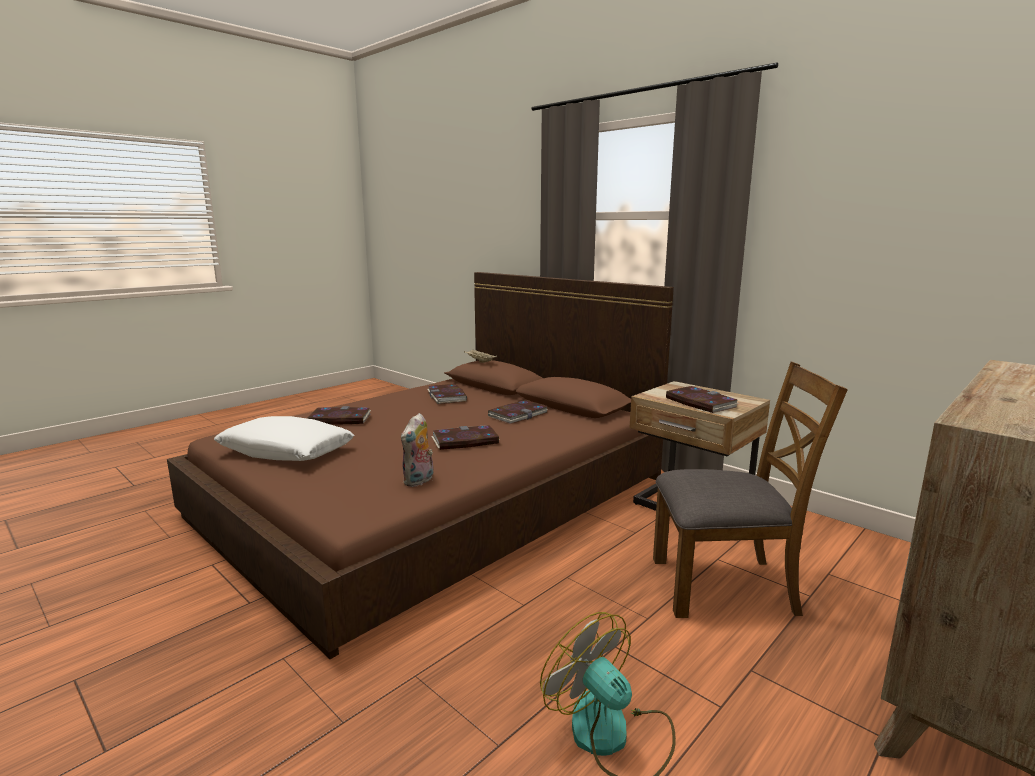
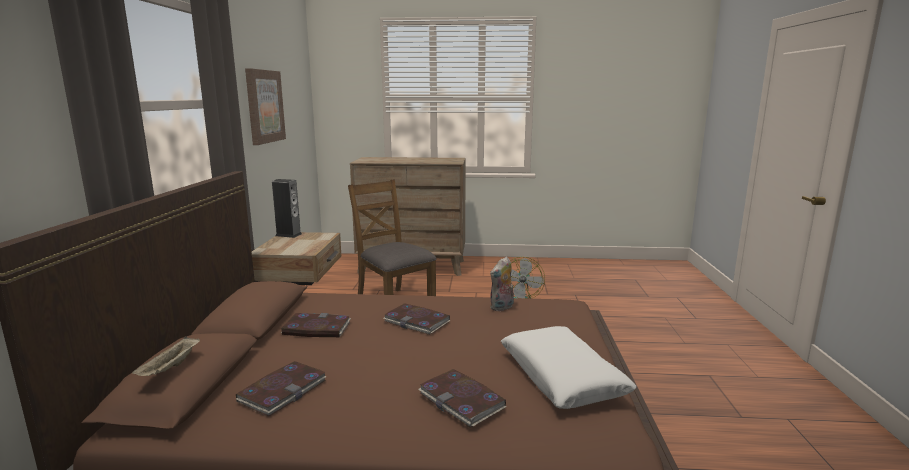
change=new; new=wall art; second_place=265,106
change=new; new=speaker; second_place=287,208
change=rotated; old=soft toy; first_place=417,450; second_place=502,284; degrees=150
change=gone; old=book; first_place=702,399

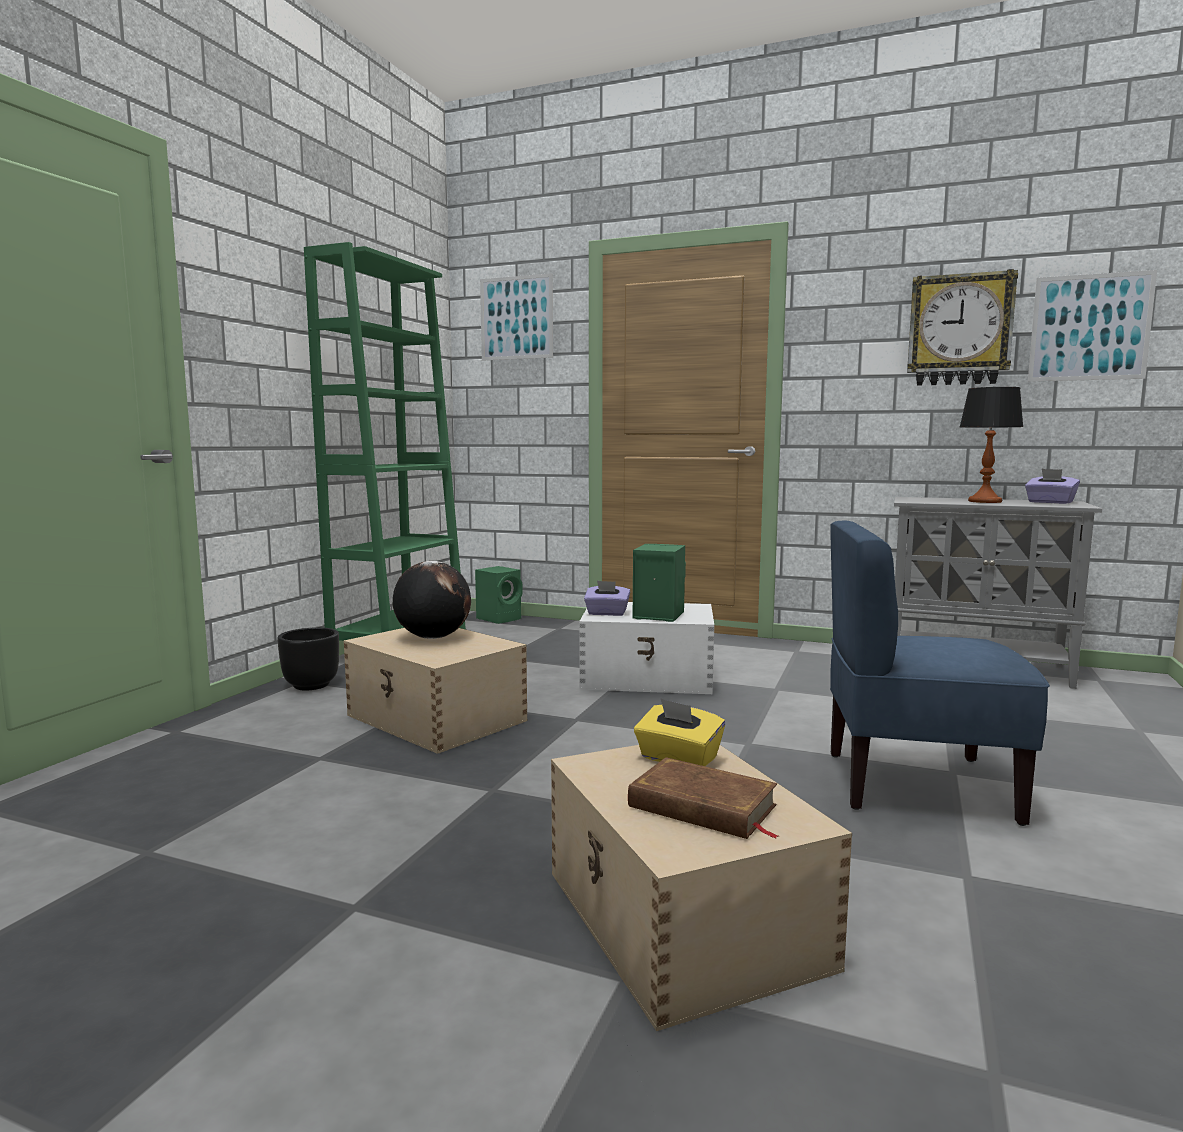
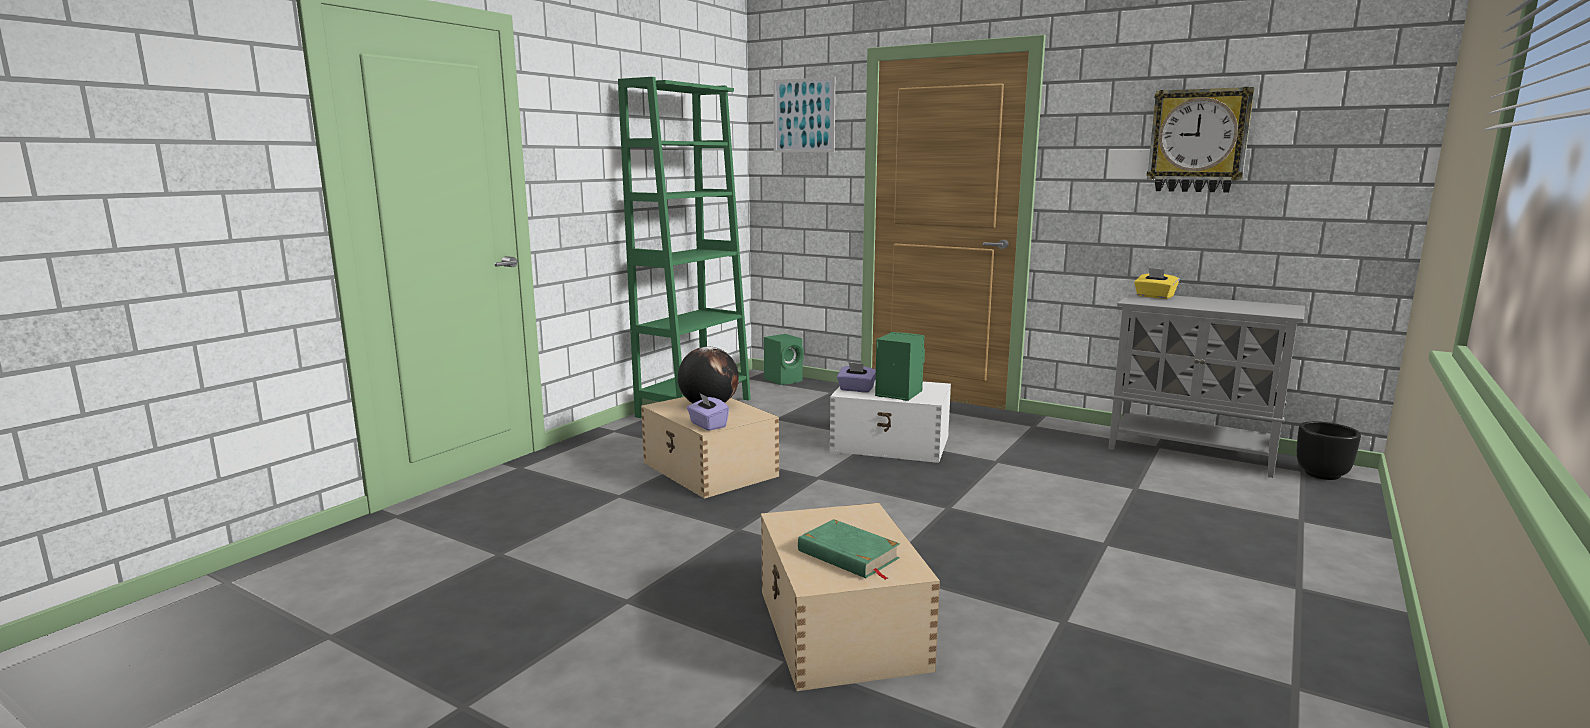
change=shifted; old=purplish tissue holder; first_place=1052,486; second_place=708,412
change=repainted; old=brown book; new=green book; first_place=703,798; second_place=849,549
change=shifted; old=yellow tissue holder; first_place=679,732; second_place=1156,283
change=shifted; old=black-coloured planter; first_place=308,658; second_place=1329,450
change=gone; old=bluish upright chair; first_place=940,673
change=gone; old=tabletop lamp; first_place=992,445
change=gone; old=wall art; first_place=1092,326

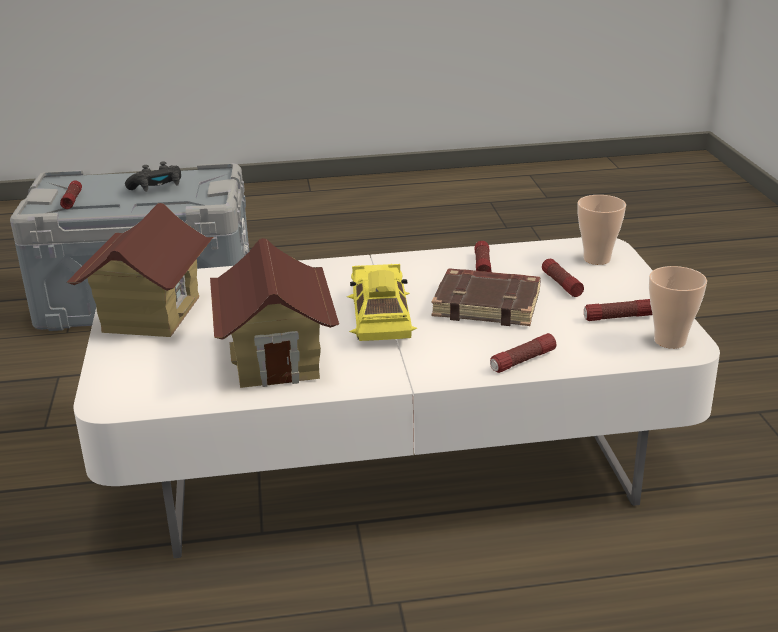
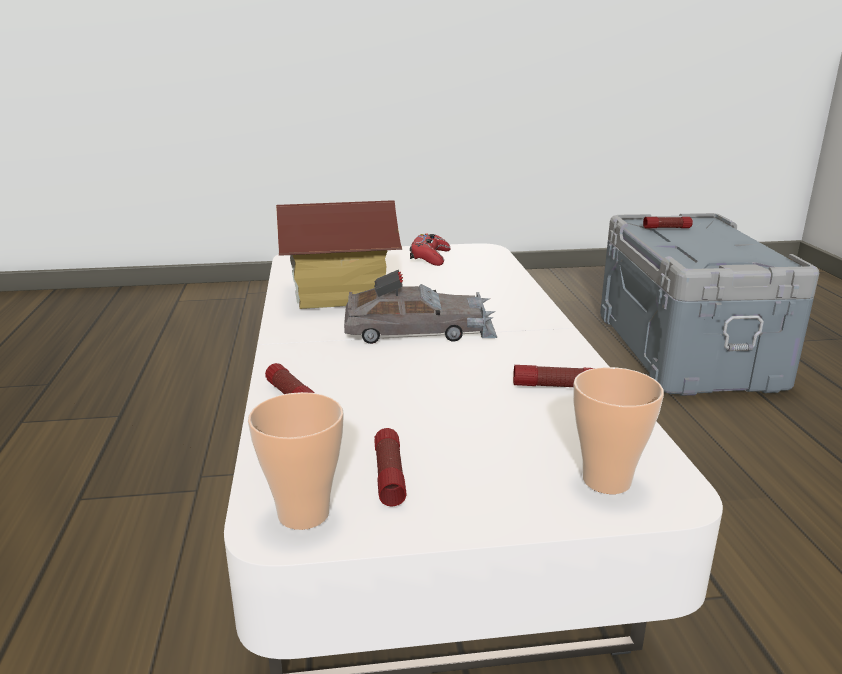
change=repainted; old=yellow miniature car; new=gray miniature car; first_place=382,302; second_place=420,307
change=swapped; old=model house; new=red gamepad; first_place=140,270; second_place=430,249
change=gone; old=black-coloured gamepad; first_place=153,176
change=gone; old=brown book; first_place=486,297
change=gone; old=flashlight; first_place=563,277

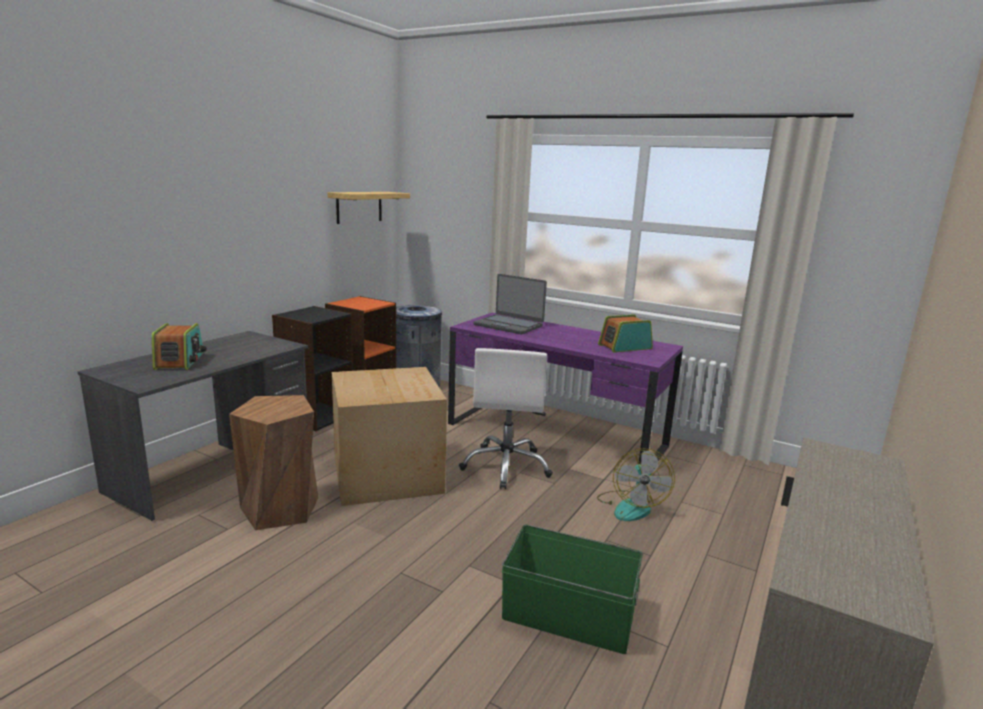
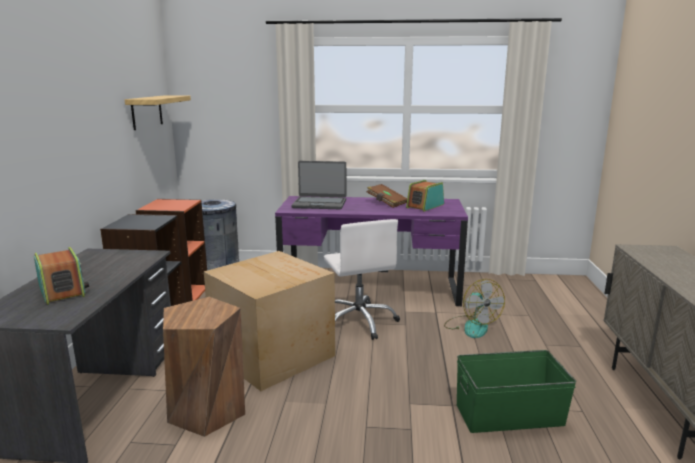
change=new; new=brown book; second_place=387,196

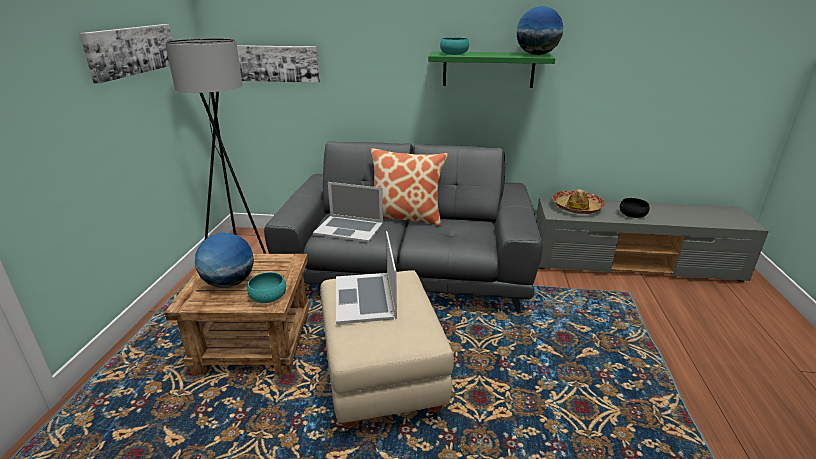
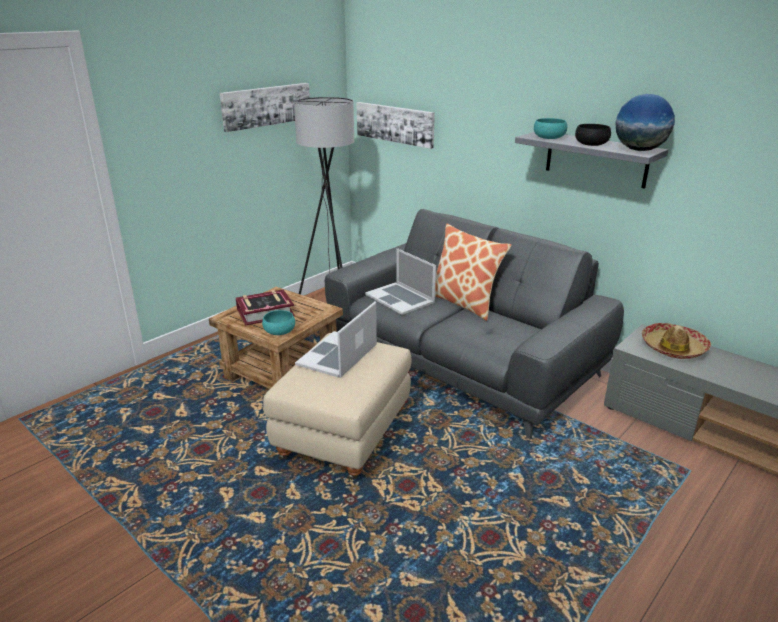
change=swapped; old=globe; new=book; first_place=224,260; second_place=265,307
change=repainted; old=green shelf; new=gray shelf; first_place=491,69; second_place=591,160
change=shifted; old=black-coloured serving bowl; first_place=635,208; second_place=593,135

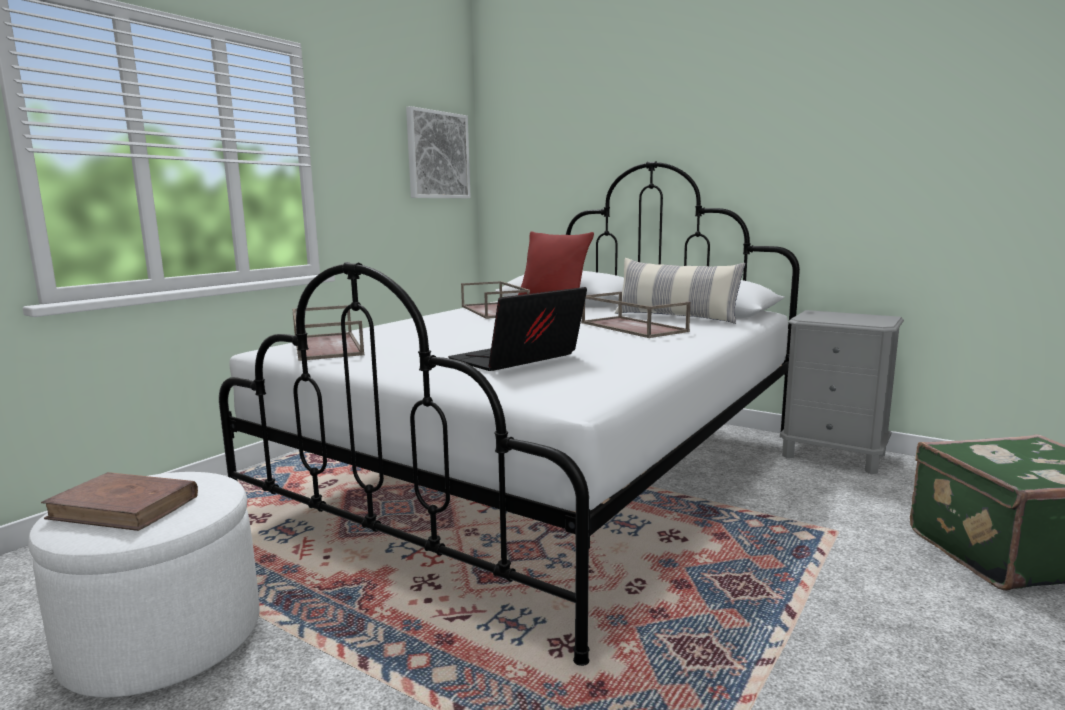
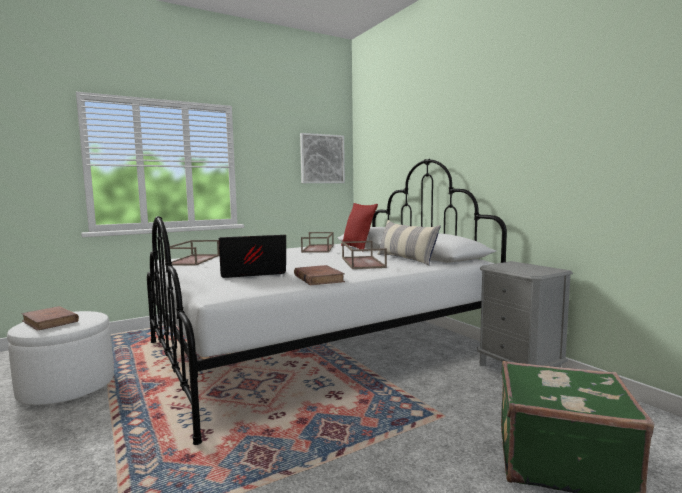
change=new; new=brown book; second_place=319,275

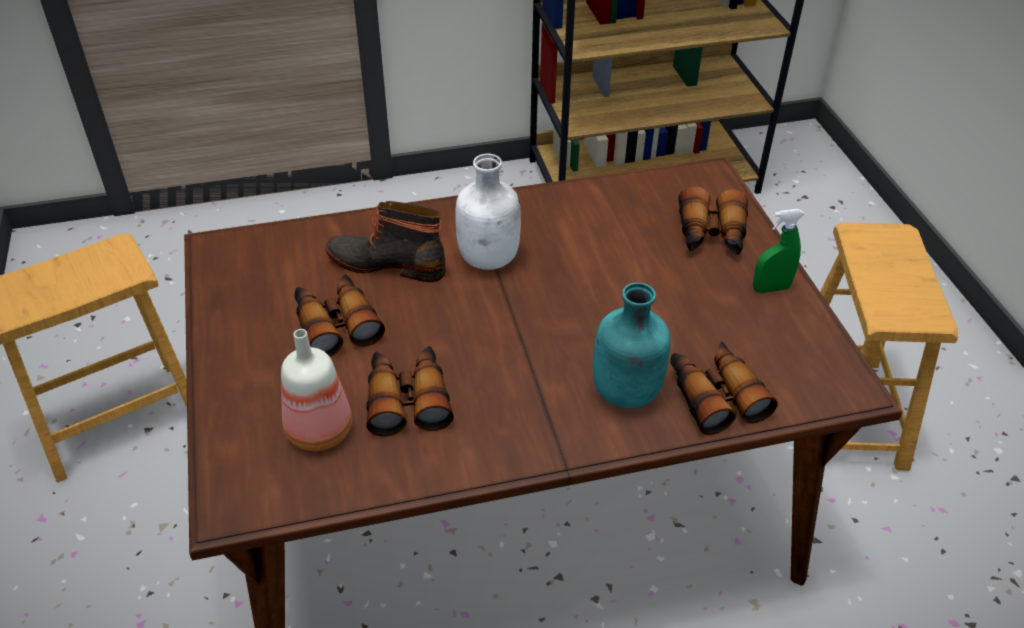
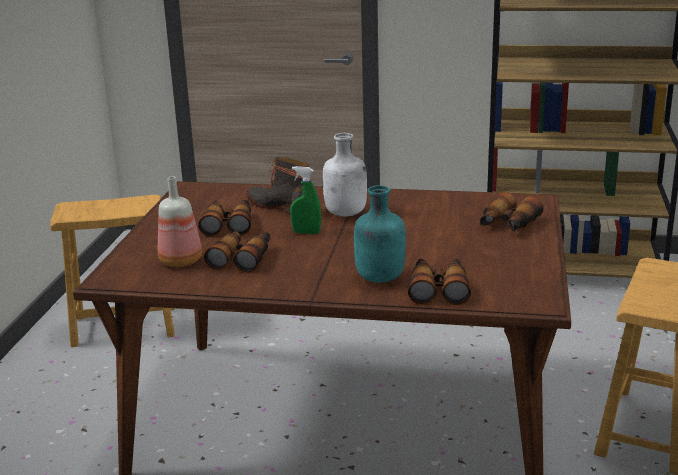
change=shifted; old=green hand sprayer; first_place=778,251; second_place=305,200

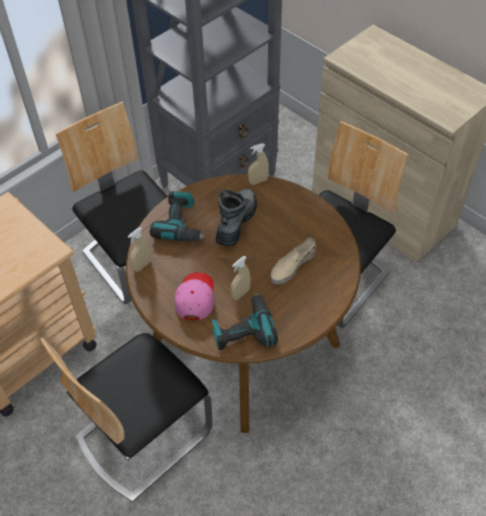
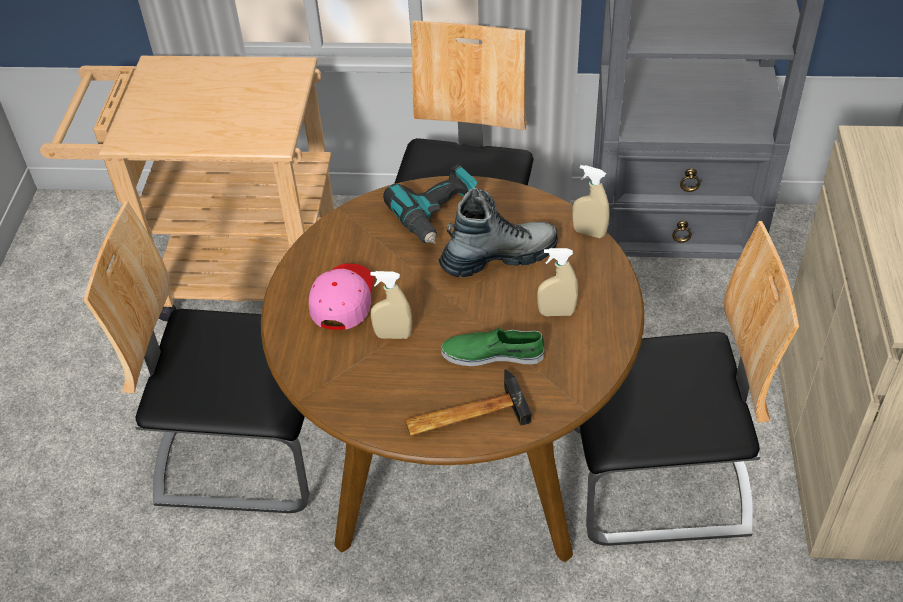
change=rotated; old=pinkish cap; first_place=194,296; second_place=341,296; degrees=-45
change=new; new=tool hammer; second_place=468,402
change=repainted; old=beige low shoe; new=green low shoe; first_place=293,261; second_place=493,346
change=shifted; old=beige hand sprayer; first_place=139,249; second_place=557,282
change=gone; old=electric drill; first_place=244,321

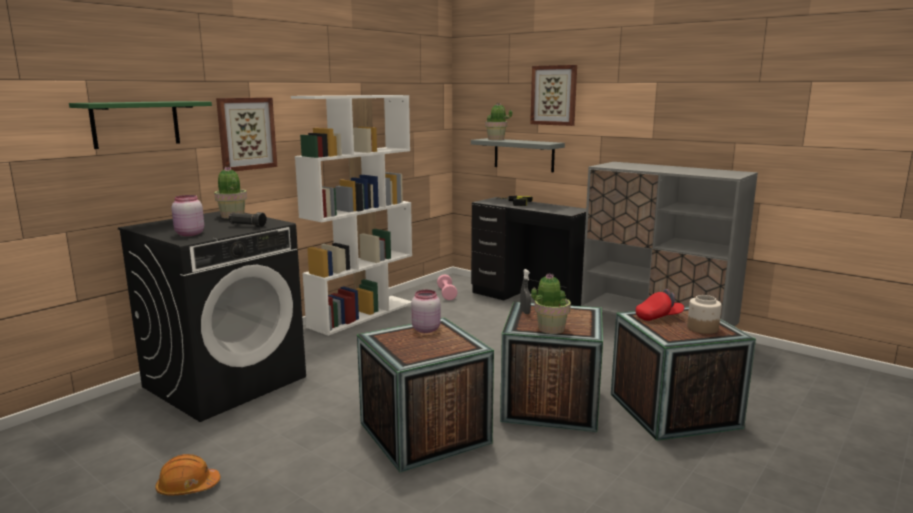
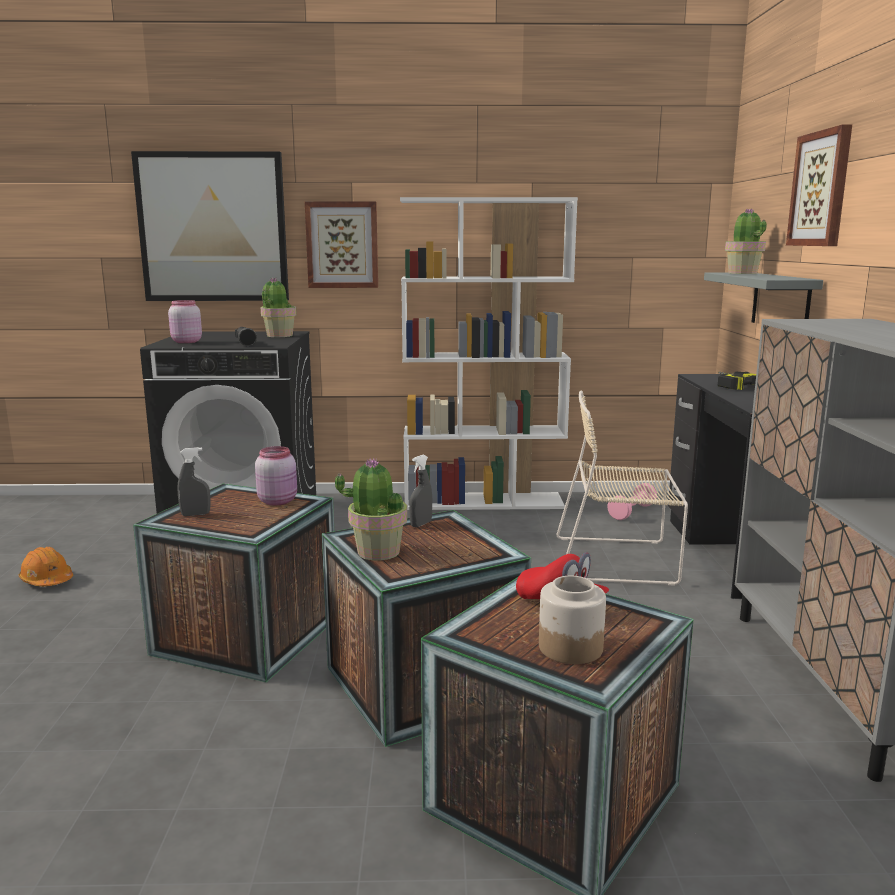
change=swapped; old=green shelf; new=wall art; first_place=140,125; second_place=210,226
change=new; new=gray hand sprayer; second_place=194,481
change=new; new=beige upright chair; second_place=622,487

